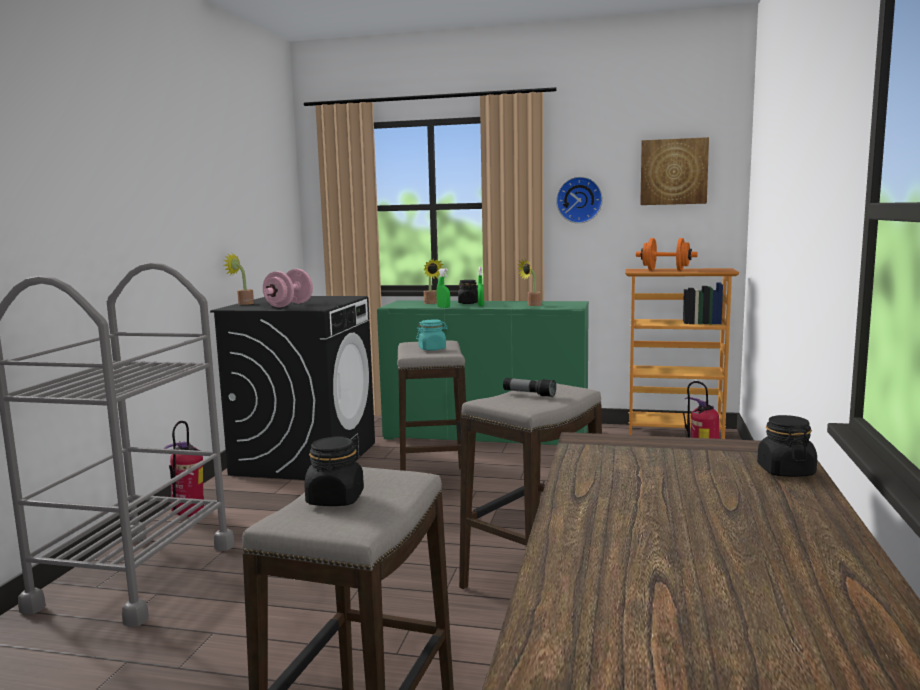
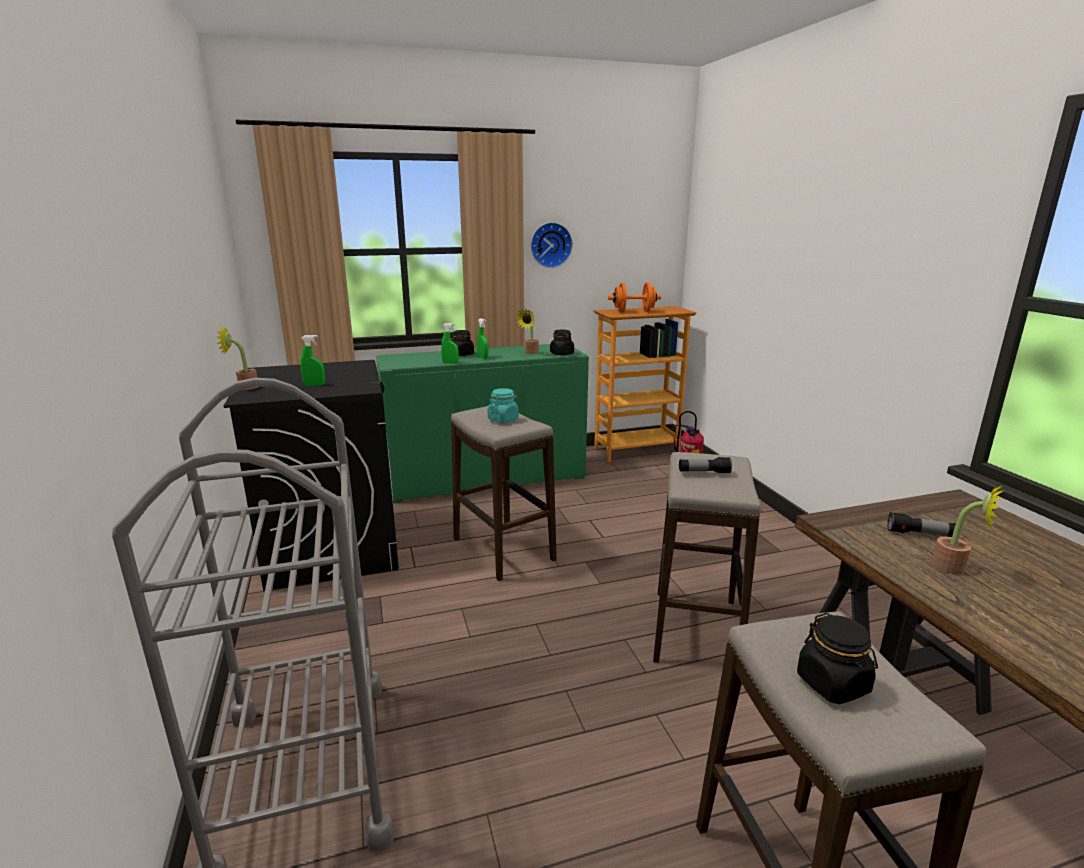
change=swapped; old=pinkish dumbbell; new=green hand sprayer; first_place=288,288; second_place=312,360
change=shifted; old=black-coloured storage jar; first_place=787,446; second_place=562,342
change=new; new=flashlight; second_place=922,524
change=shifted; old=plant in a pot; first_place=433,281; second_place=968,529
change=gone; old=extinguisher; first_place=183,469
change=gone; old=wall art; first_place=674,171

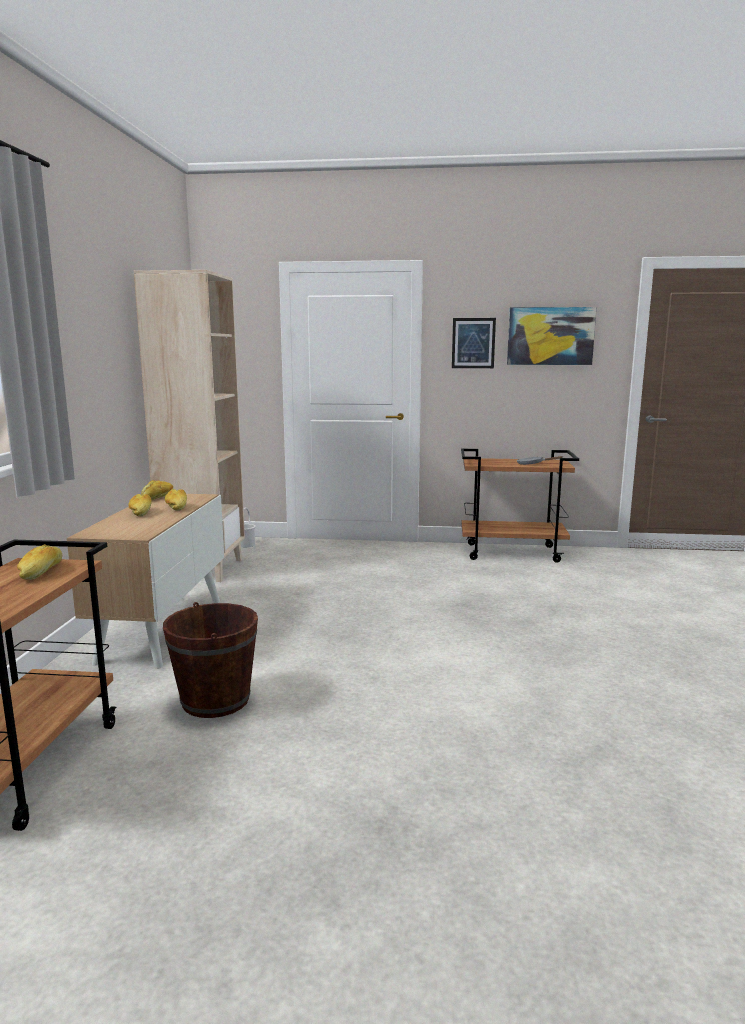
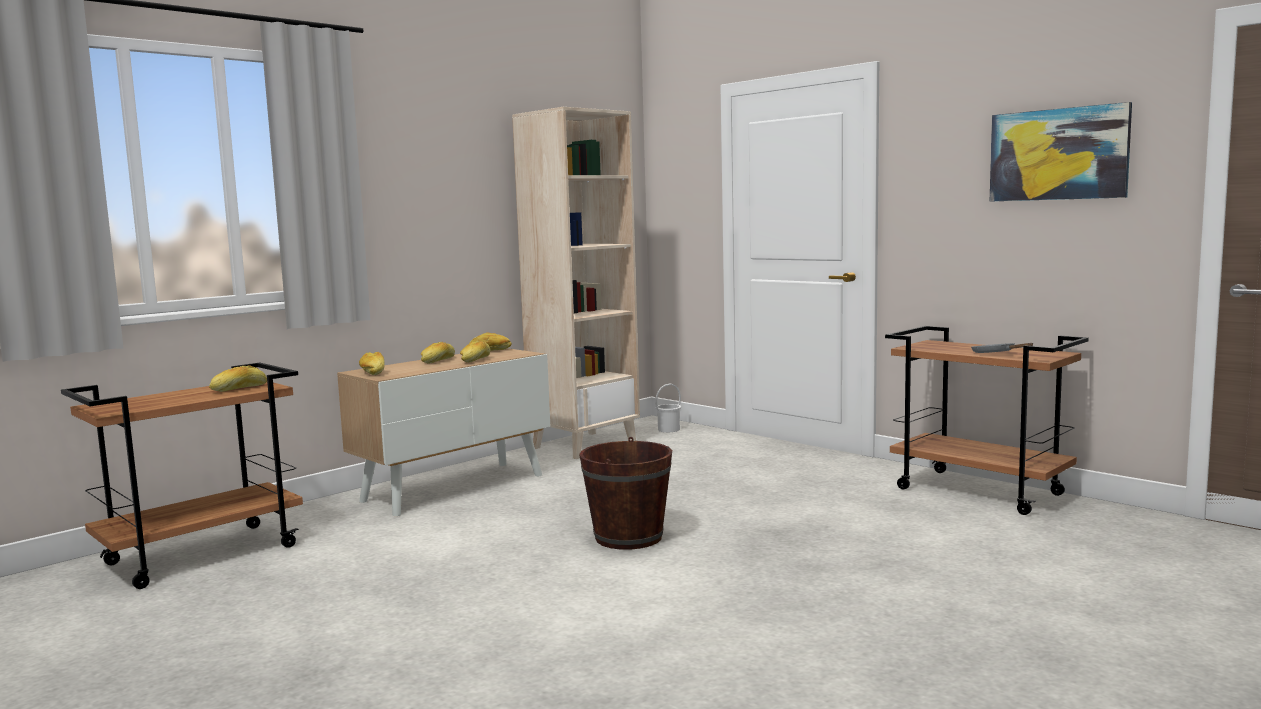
change=new; new=bakery bread; second_place=372,363
change=shifted; old=brown pail; first_place=210,660; second_place=625,493
change=gone; old=wall art; first_place=474,343

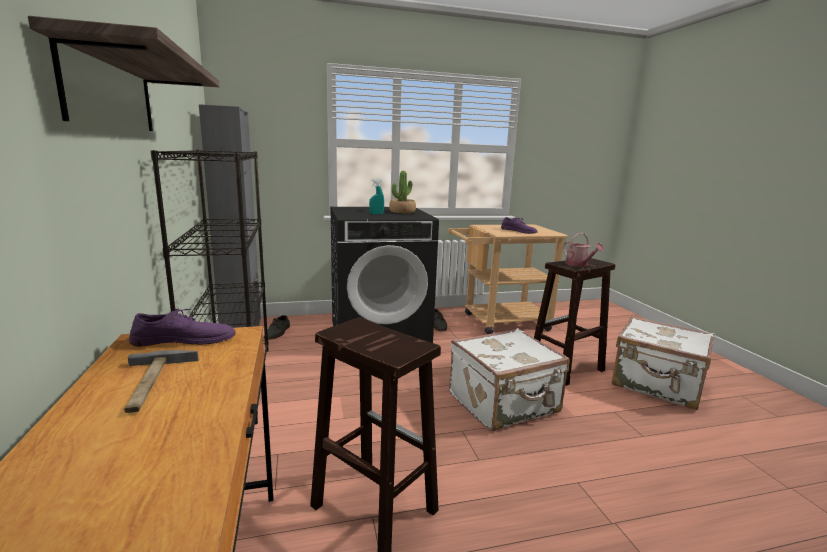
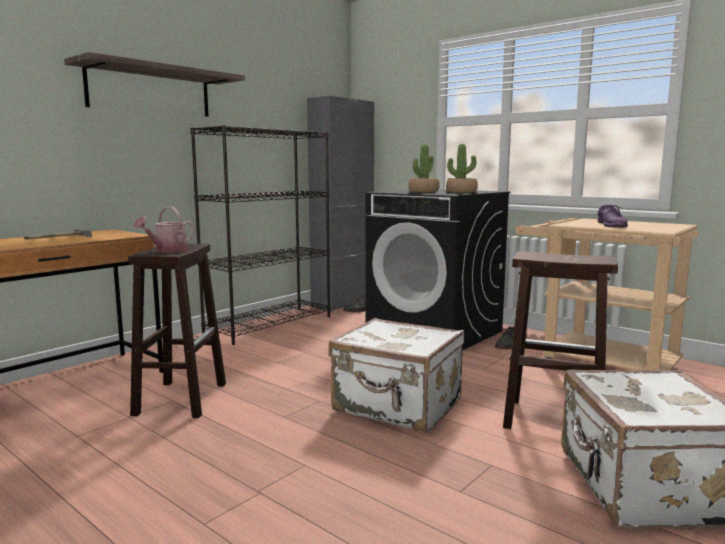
change=shifted; old=sprinkling can; first_place=583,250; second_place=164,229
change=swapped; old=turquoise-coloured hand sprayer; new=plant in a pot; first_place=376,196; second_place=424,168
change=gone; old=purplish low shoe; first_place=182,328

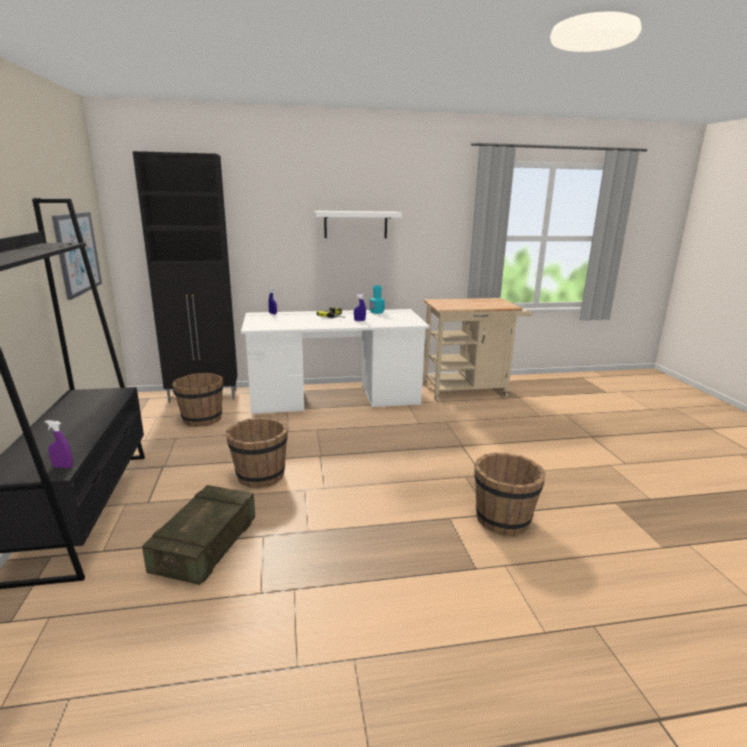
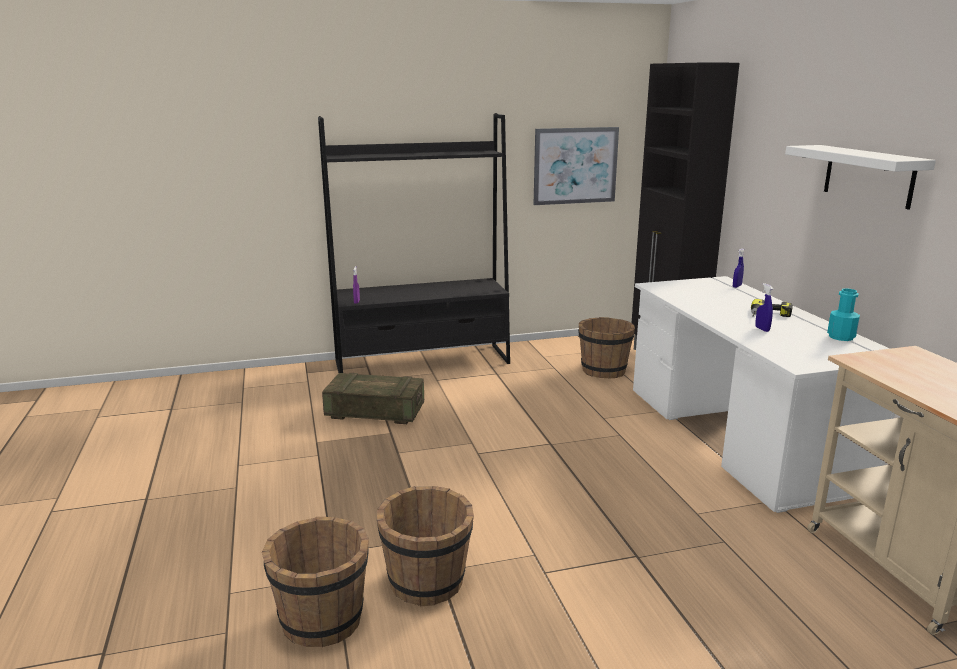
change=shifted; old=brown pail; first_place=257,452; second_place=315,582

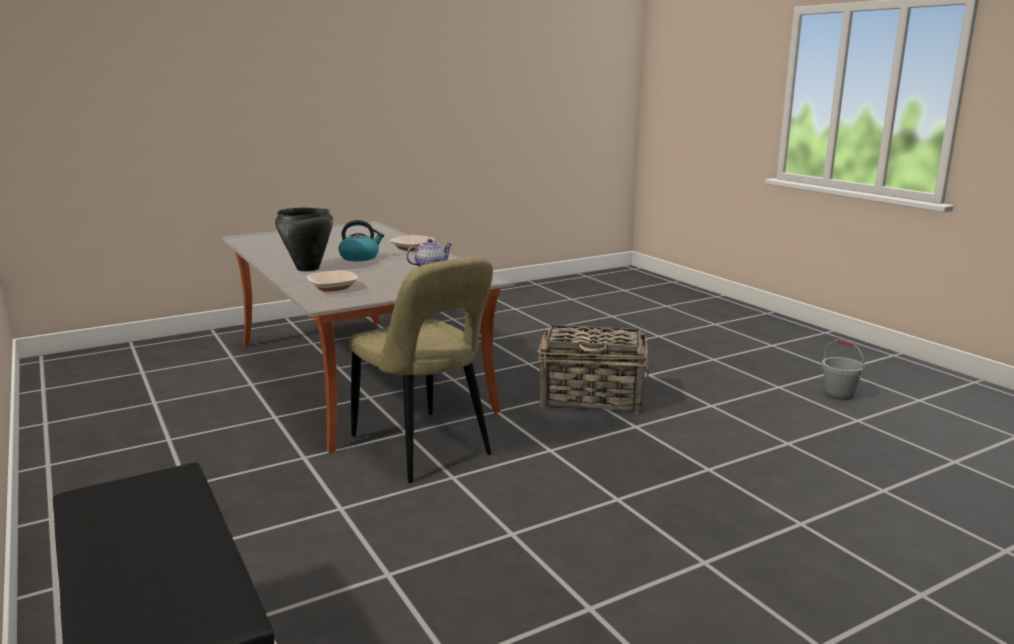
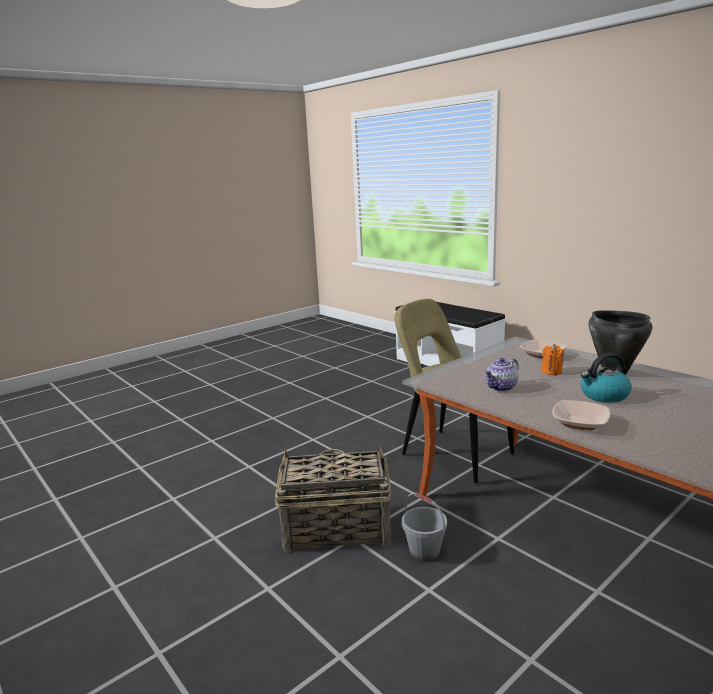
change=shifted; old=gray pail; first_place=843,369; second_place=424,527
change=new; new=orange-coloured wax candle; second_place=552,359

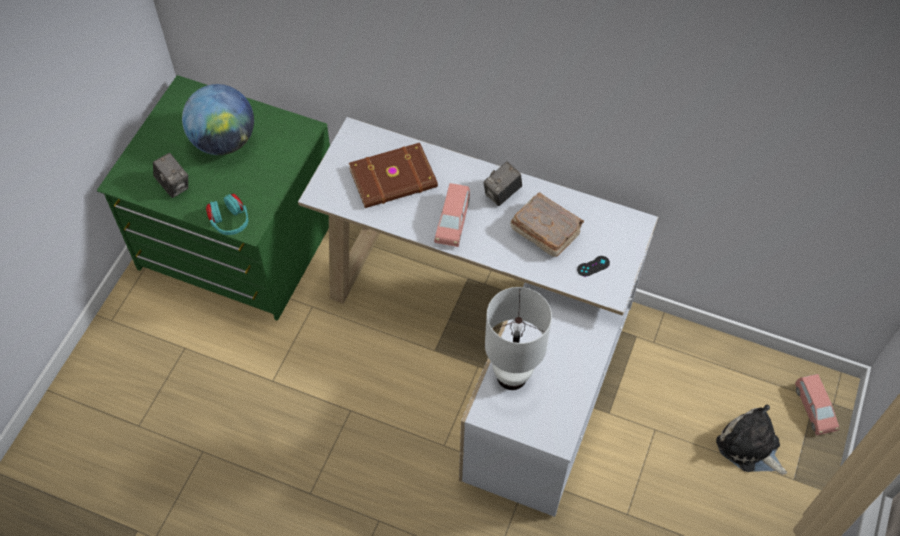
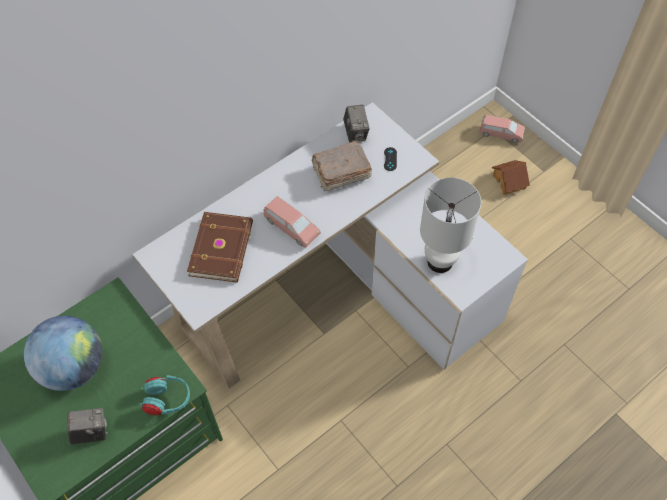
change=shifted; old=photo camera; first_place=503,183; second_place=356,124
change=swapped; old=soft toy; new=model house; first_place=751,440; second_place=511,177

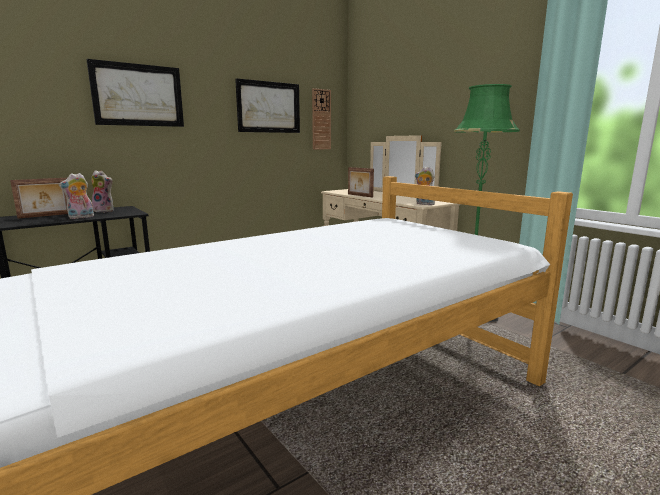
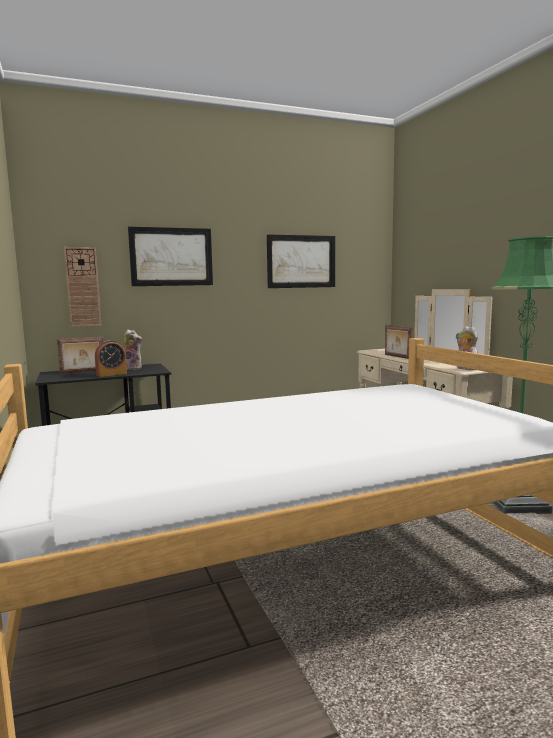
change=shifted; old=clock on the wall; first_place=321,119; second_place=83,287
change=swapped; old=soft toy; new=alarm clock; first_place=76,196; second_place=111,358

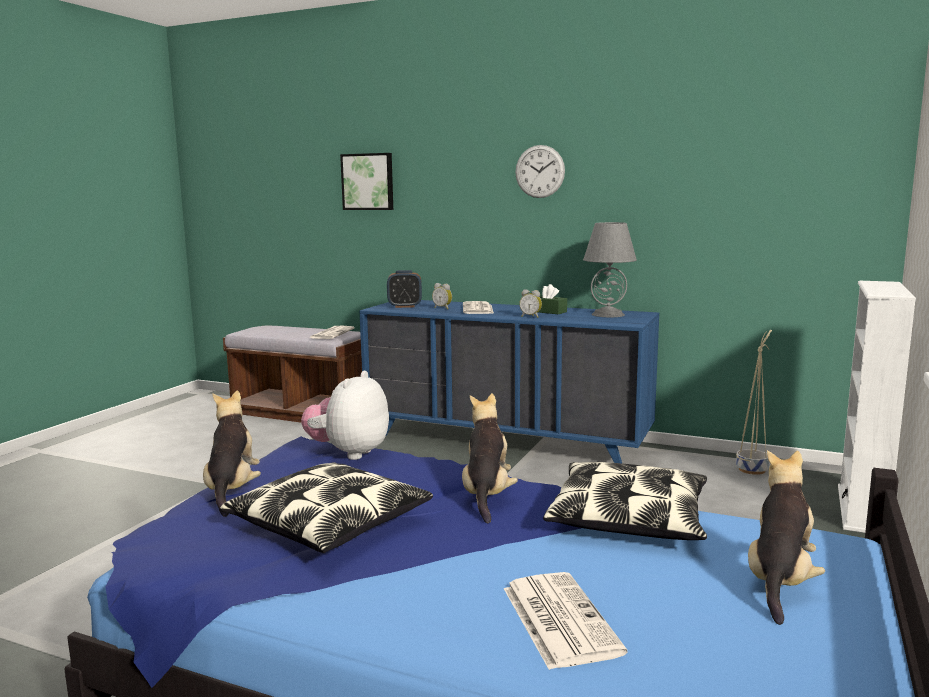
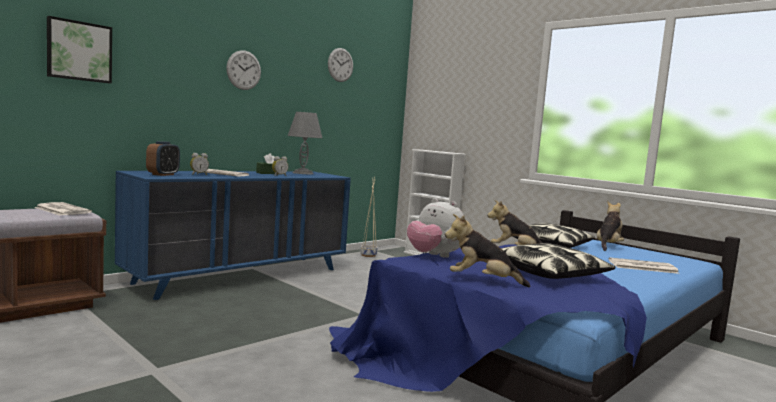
change=new; new=clock on the wall; second_place=340,65
change=rotated; old=soft toy; first_place=786,537; second_place=610,226; degrees=75

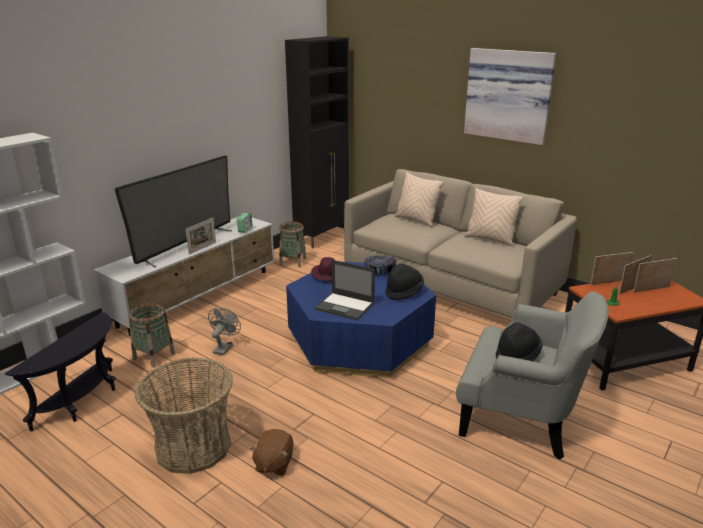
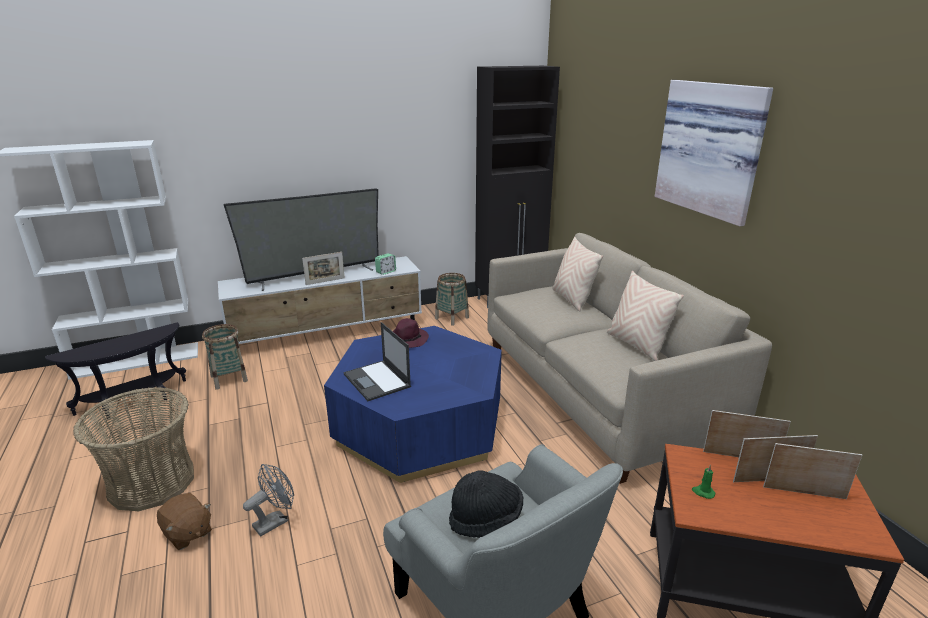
change=rotated; old=brown soft toy; first_place=272,452; second_place=184,521; degrees=-90
change=shifted; old=gray electric fan; first_place=224,331; second_place=268,500
change=gone; old=serving bowl; first_place=380,265
change=gone; old=black-coloured clothing hat; first_place=404,281

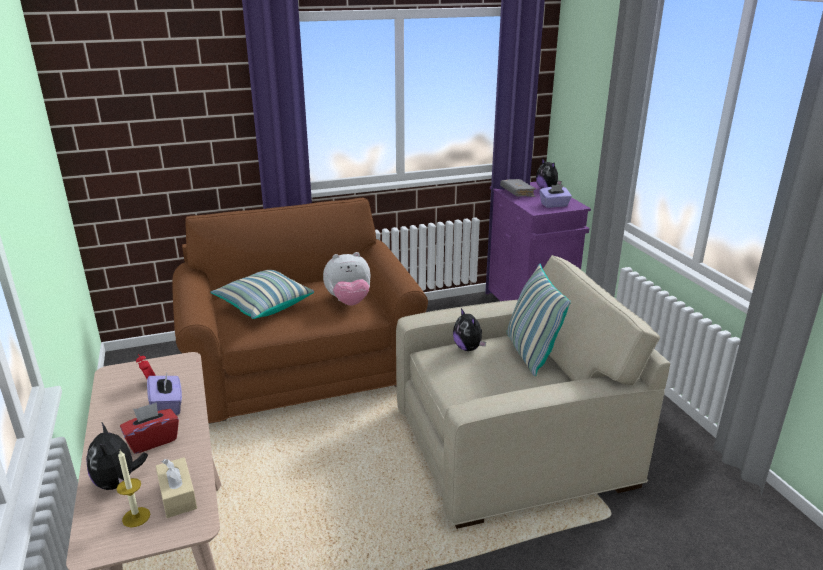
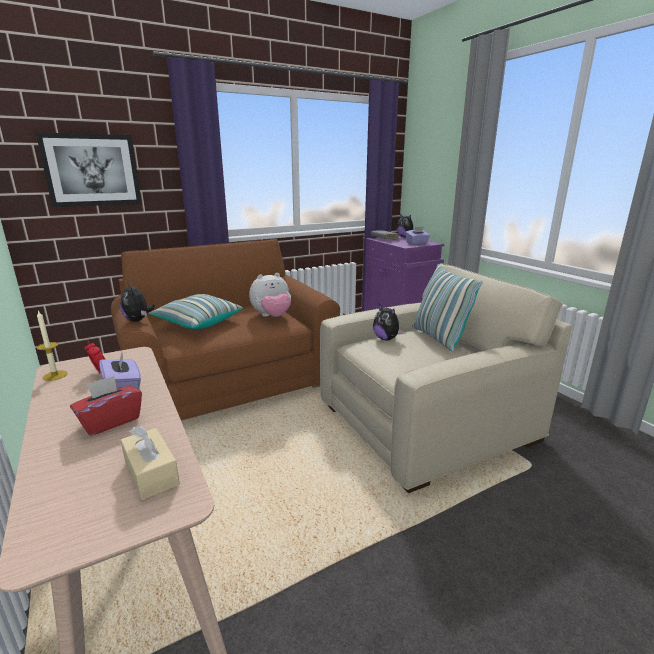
change=new; new=wall art; second_place=89,169
change=shifted; old=wax candle; first_place=133,488; second_place=52,345
change=shifted; old=soft toy; first_place=117,456; second_place=137,302

